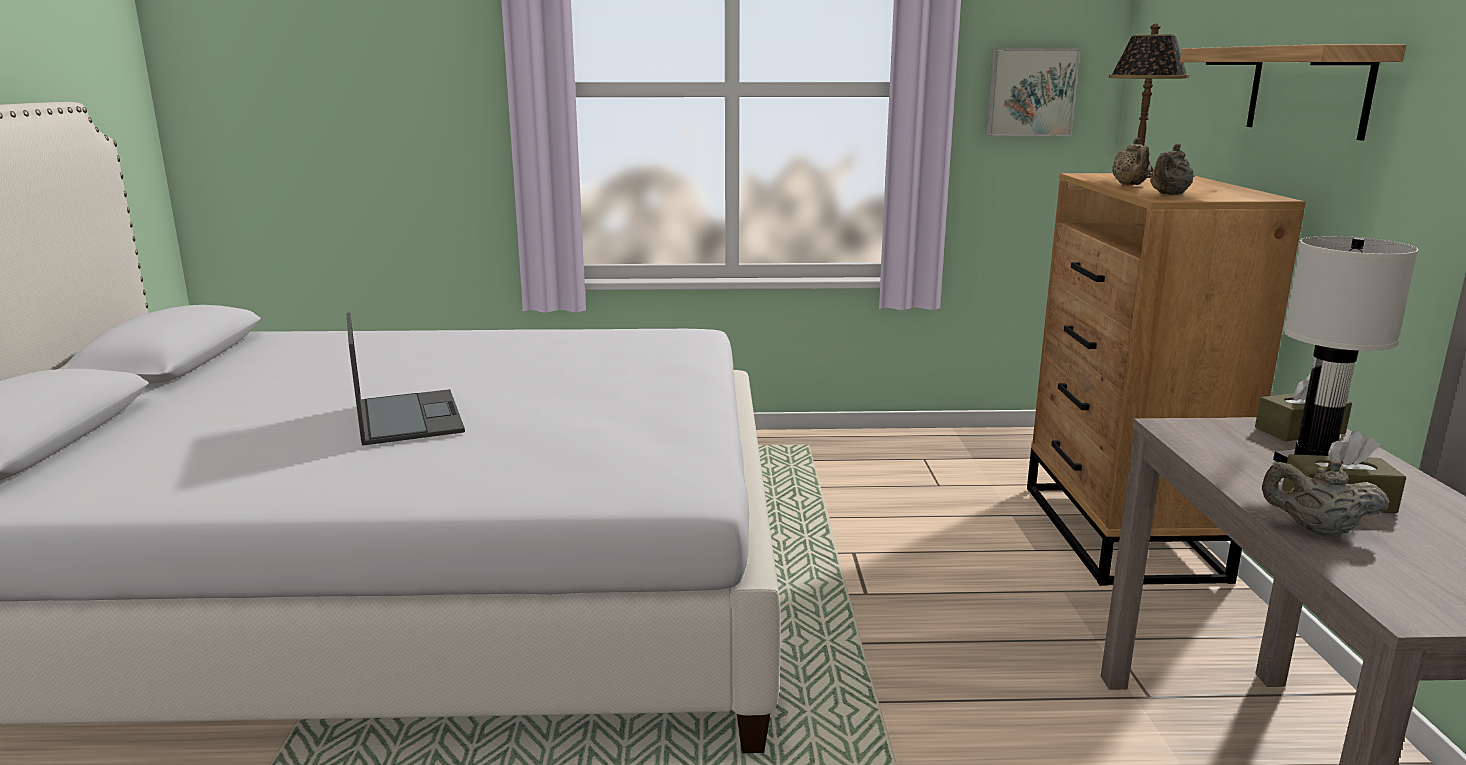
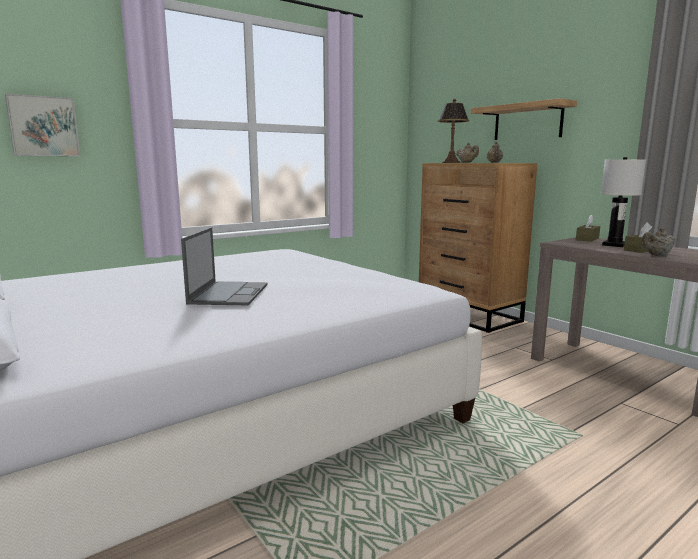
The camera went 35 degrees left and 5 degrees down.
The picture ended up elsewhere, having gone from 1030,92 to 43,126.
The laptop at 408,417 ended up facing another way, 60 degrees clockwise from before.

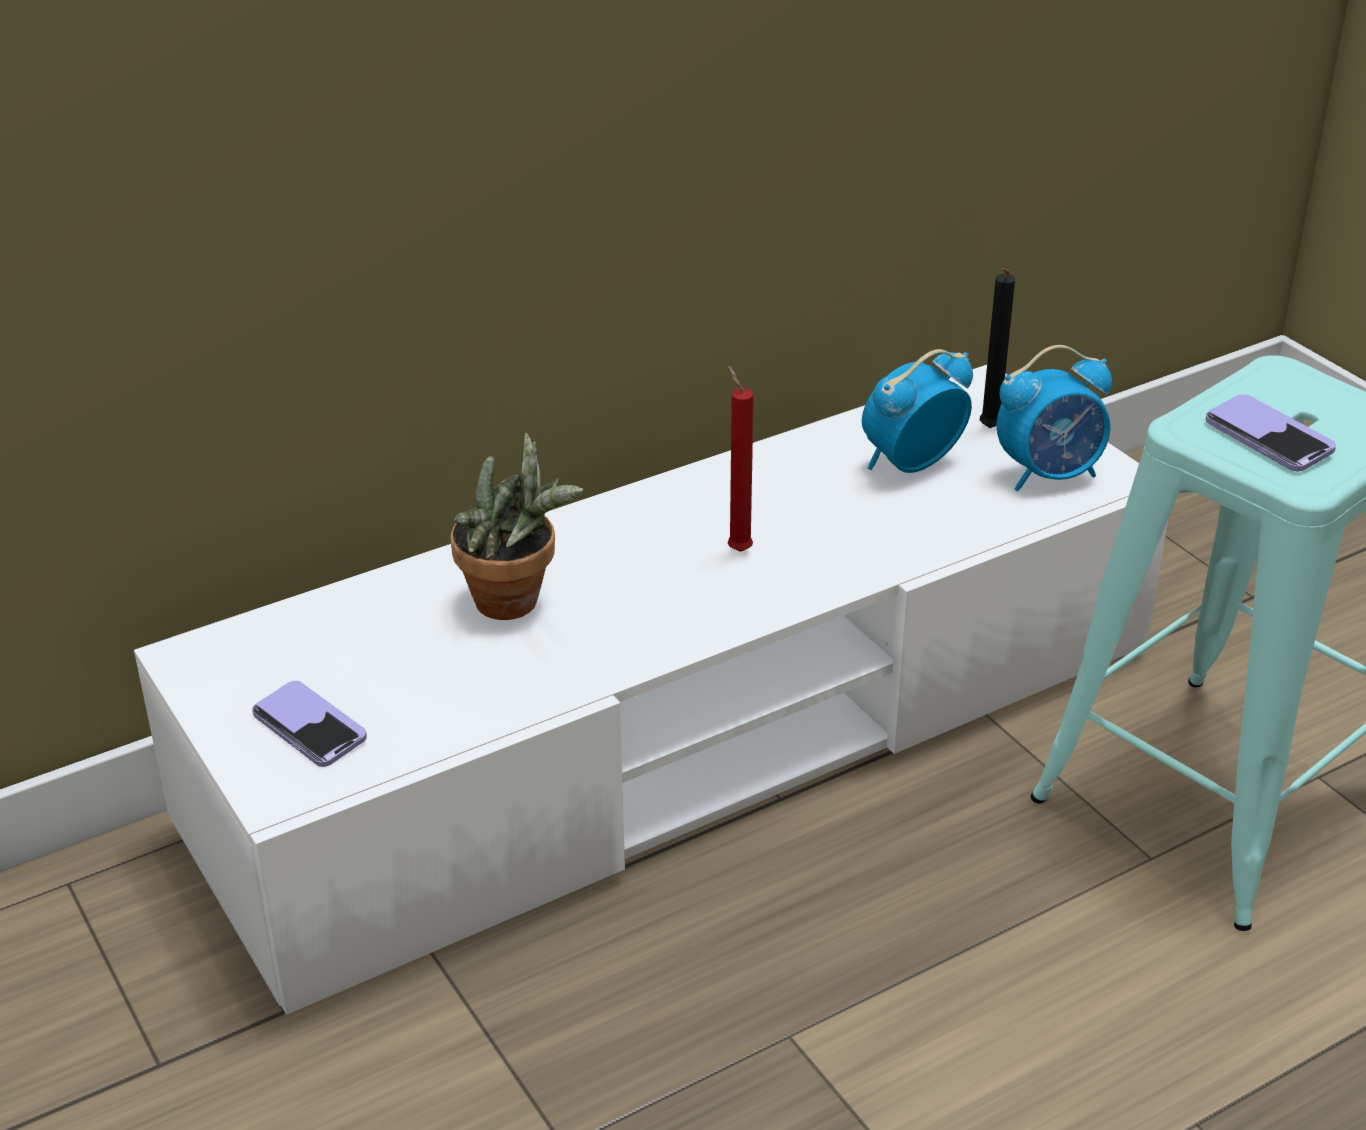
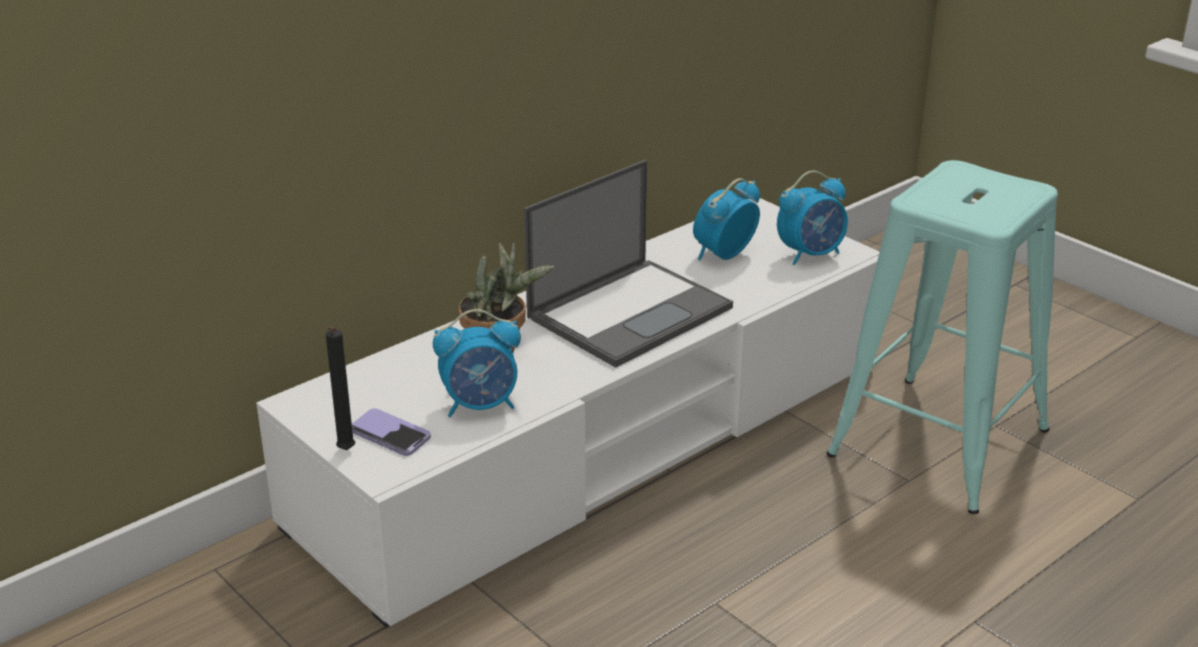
The camera went 10 degrees left and 5 degrees down.
The second view lost the phone at 1268,437.
The second view gained the alarm clock at 481,405.
The candle/black ended up elsewhere, having gone from 988,430 to 345,452.
Where the candle/red stood at 737,549, the laptop came to stand at 631,311.

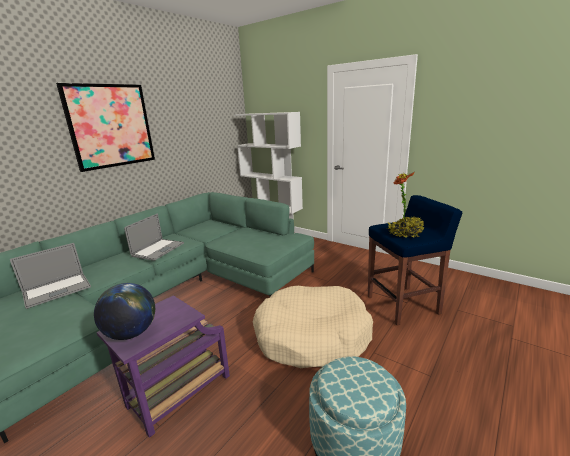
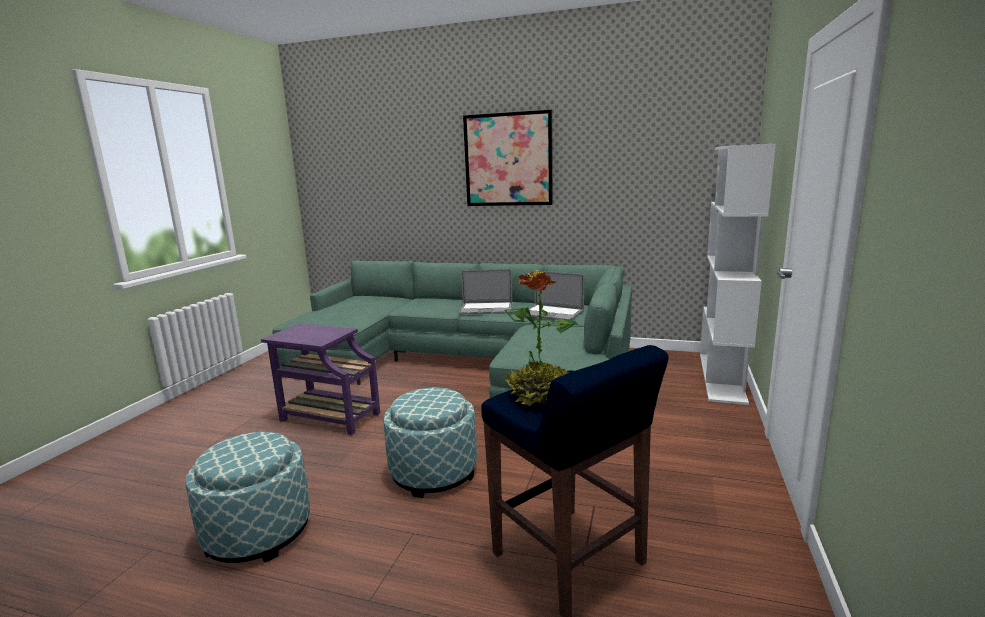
The camera went 70 degrees right and 5 degrees down.
The second view lost the globe at 131,333.
The laptop ended up elsewhere, having gone from 57,290 to 552,313.
Where the dog bed/beige stood at 312,336, the ottoman came to stand at 433,472.

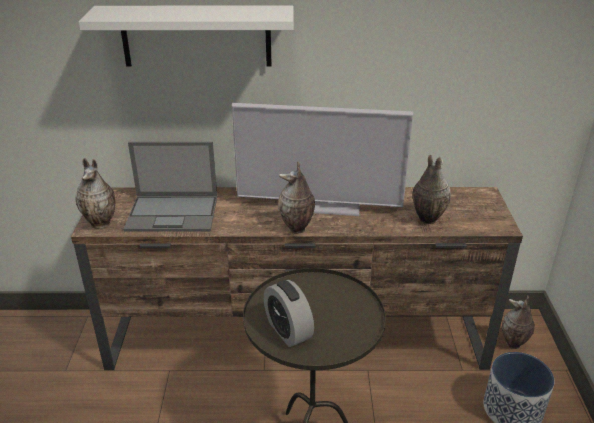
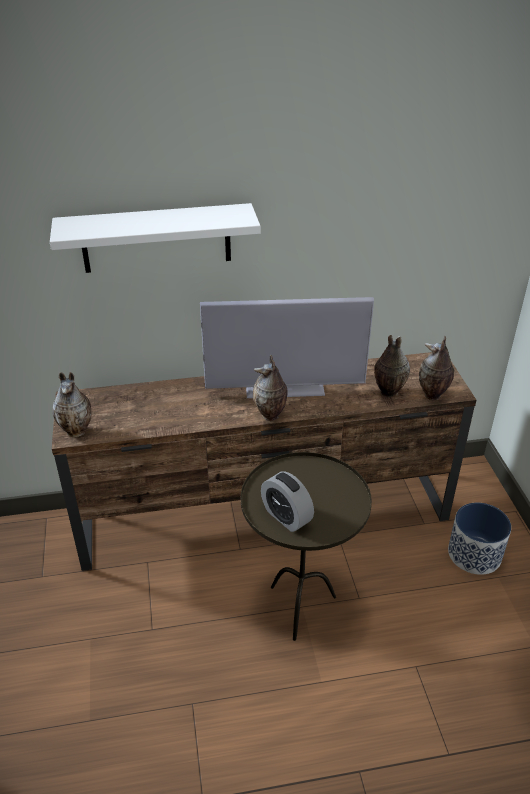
The camera went 10 degrees left and 5 degrees up.
The second view lost the laptop at 174,213.
The vase ended up elsewhere, having gone from 513,344 to 432,395.

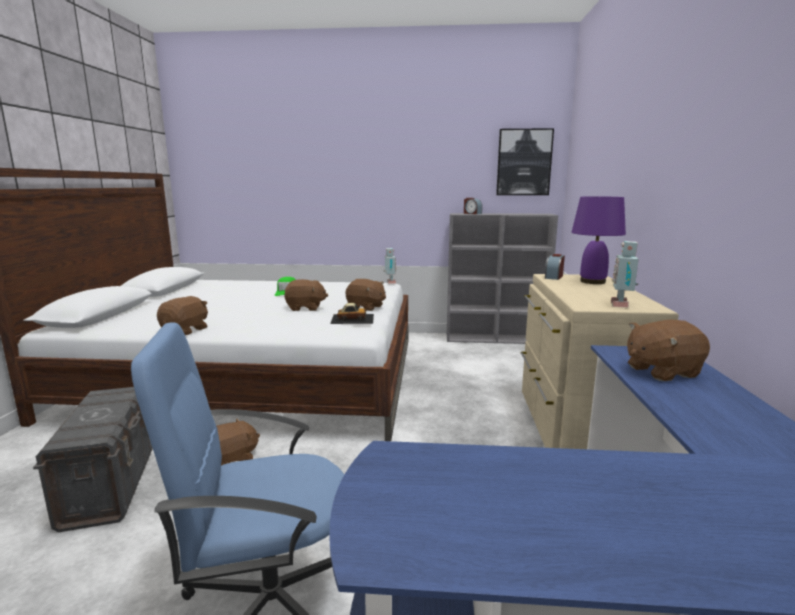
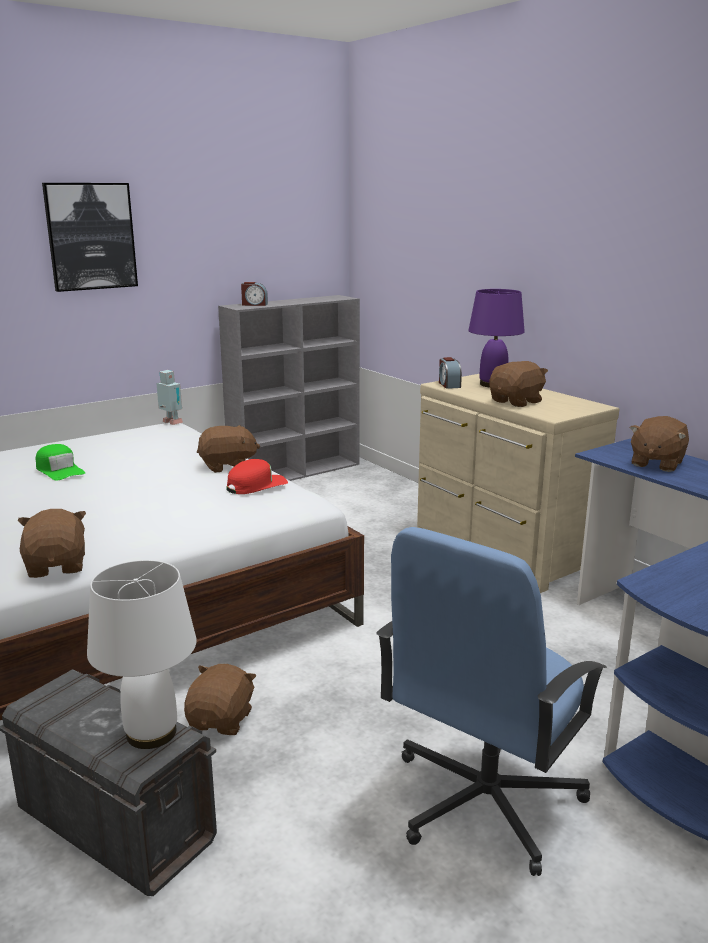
The camera went 40 degrees left and 5 degrees up.
The second view lost the toy robot at 621,305.
The second view gained the table lamp/white at 150,733.
The plush toy/brown ended up elsewhere, having gone from 305,308 to 517,402.
The picture ended up elsewhere, having gone from 524,162 to 91,236.
Where the toy car stood at 352,318, the cap/red came to stand at 256,485.

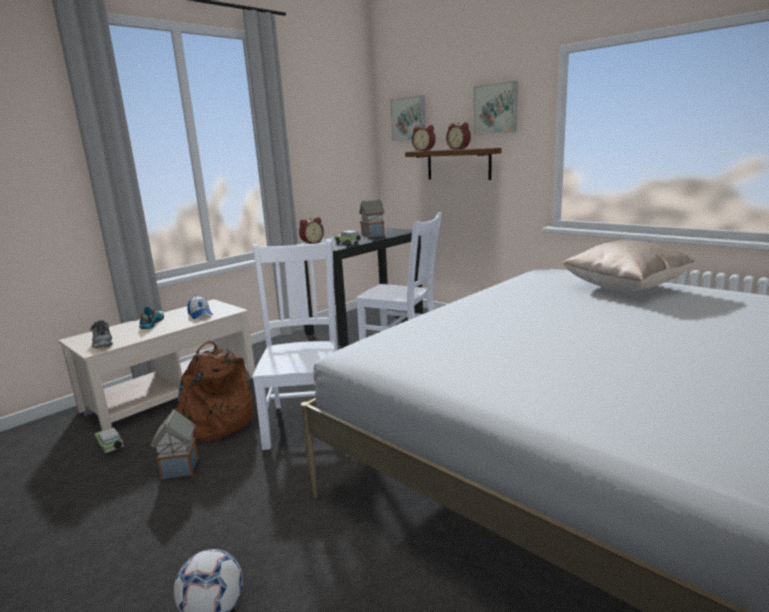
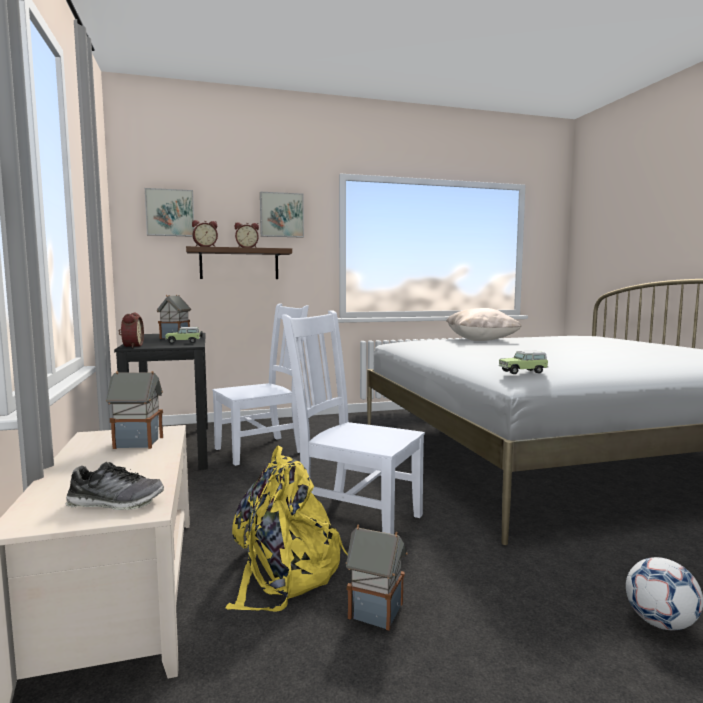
The camera went 60 degrees left and 10 degrees down.
The second view lost the shoe at 151,323.
The toy car ended up elsewhere, having gone from 110,447 to 524,372.
Where the cap stood at 200,314, the toy house came to stand at 137,443.
What was the backpack/brown at 212,424 turned into the backpack/yellow at 284,572.

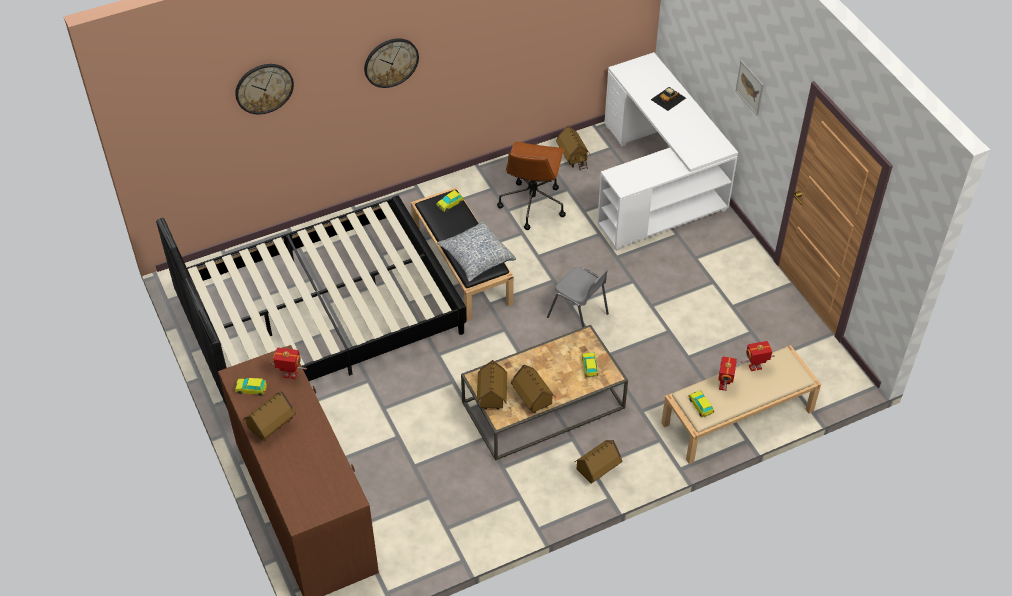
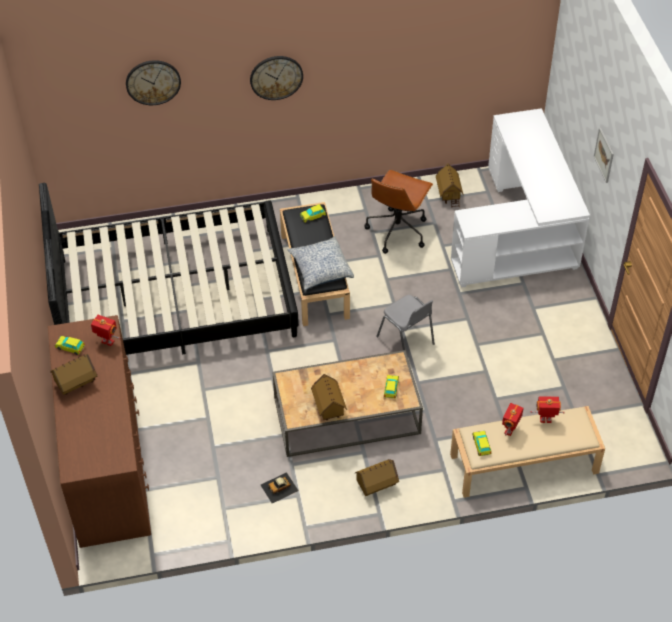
The camera went 15 degrees right and 0 degrees up.
The second view lost the toy house at 491,397.
The toy car ended up elsewhere, having gone from 668,98 to 279,487.

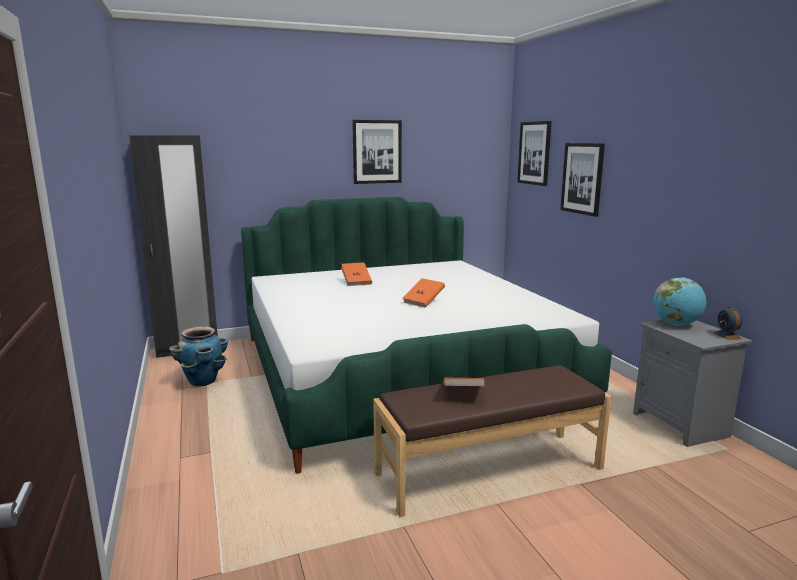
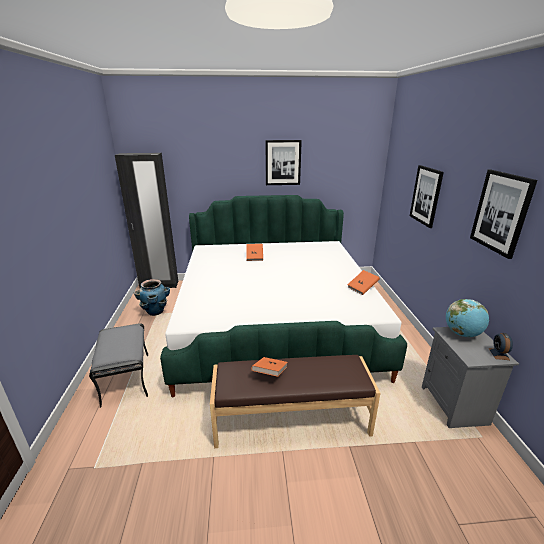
The camera went 15 degrees right and 10 degrees up.
The second view gained the ottoman/grey at 125,378.
The book/orange ended up elsewhere, having gone from 423,301 to 362,288.
The picture ended up elsewhere, having gone from 534,153 to 501,212.

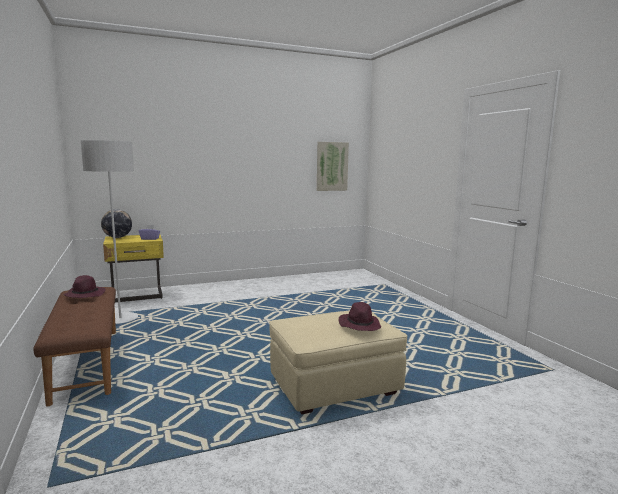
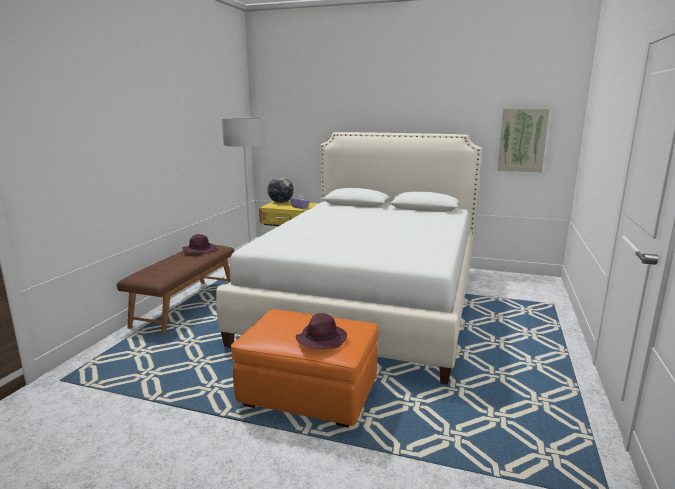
The camera went 40 degrees right and 5 degrees up.
The second view gained the bed/white at 369,301.
What was the ottoman/beige at 334,386 turned into the ottoman/orange at 309,394.

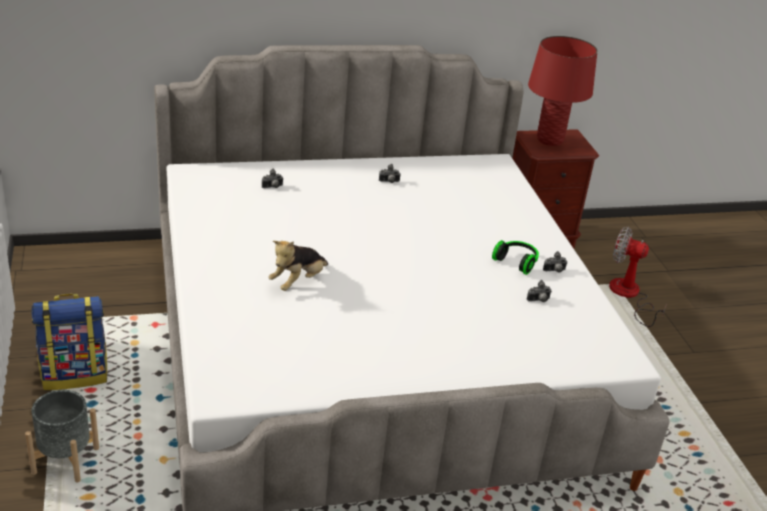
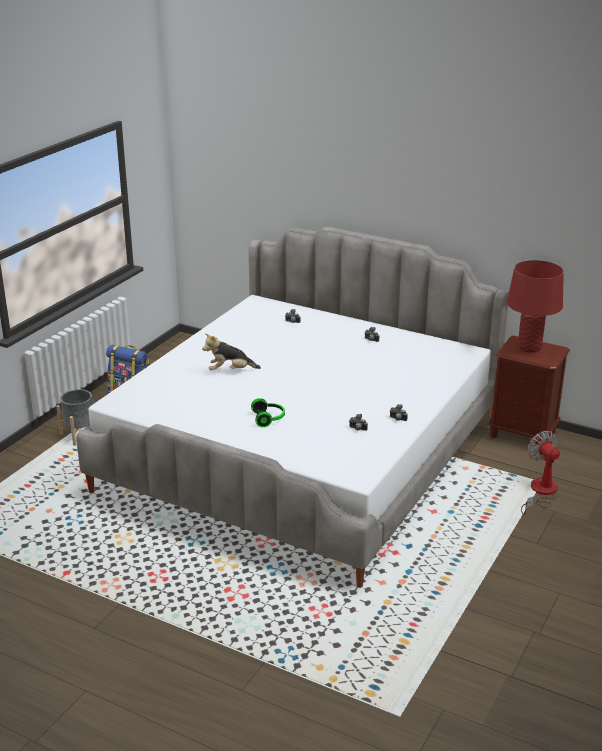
The camera went 45 degrees right and 5 degrees down.
The headphones ended up elsewhere, having gone from 517,262 to 269,419.

